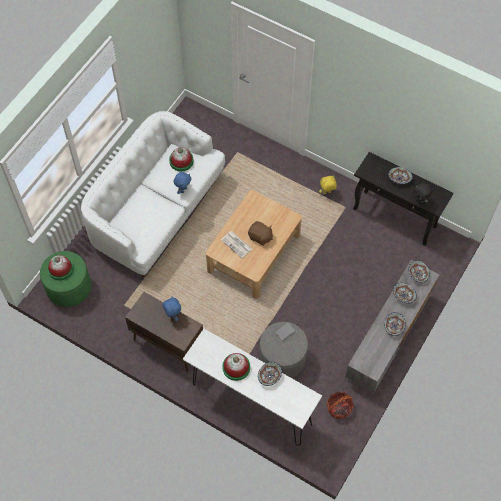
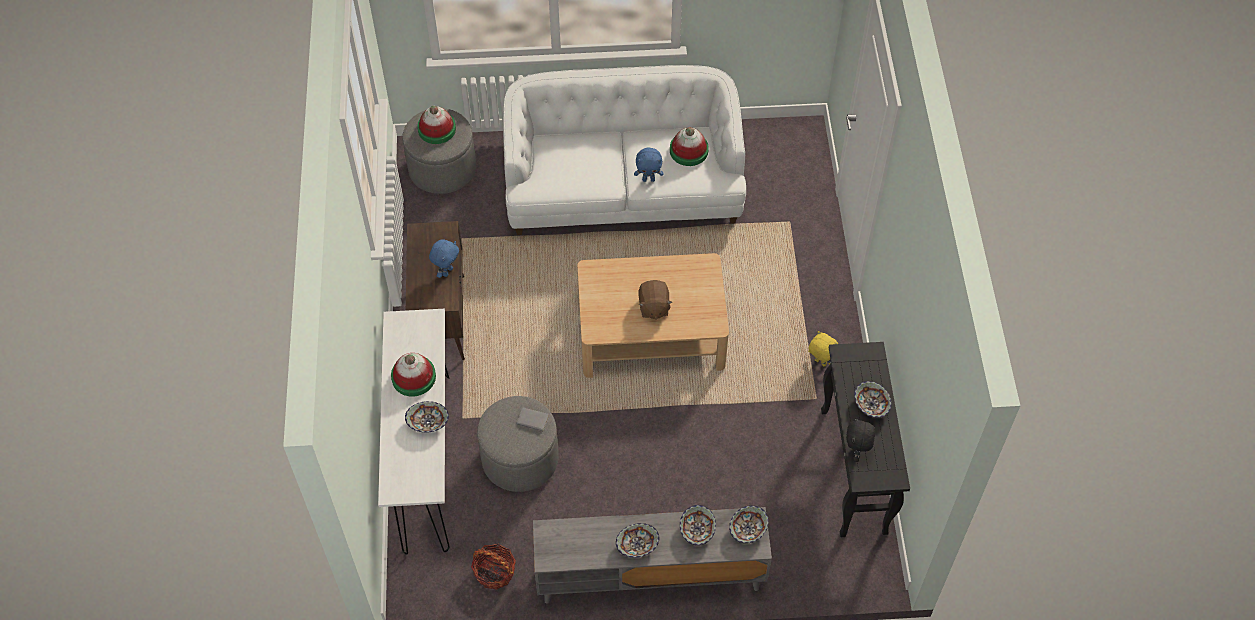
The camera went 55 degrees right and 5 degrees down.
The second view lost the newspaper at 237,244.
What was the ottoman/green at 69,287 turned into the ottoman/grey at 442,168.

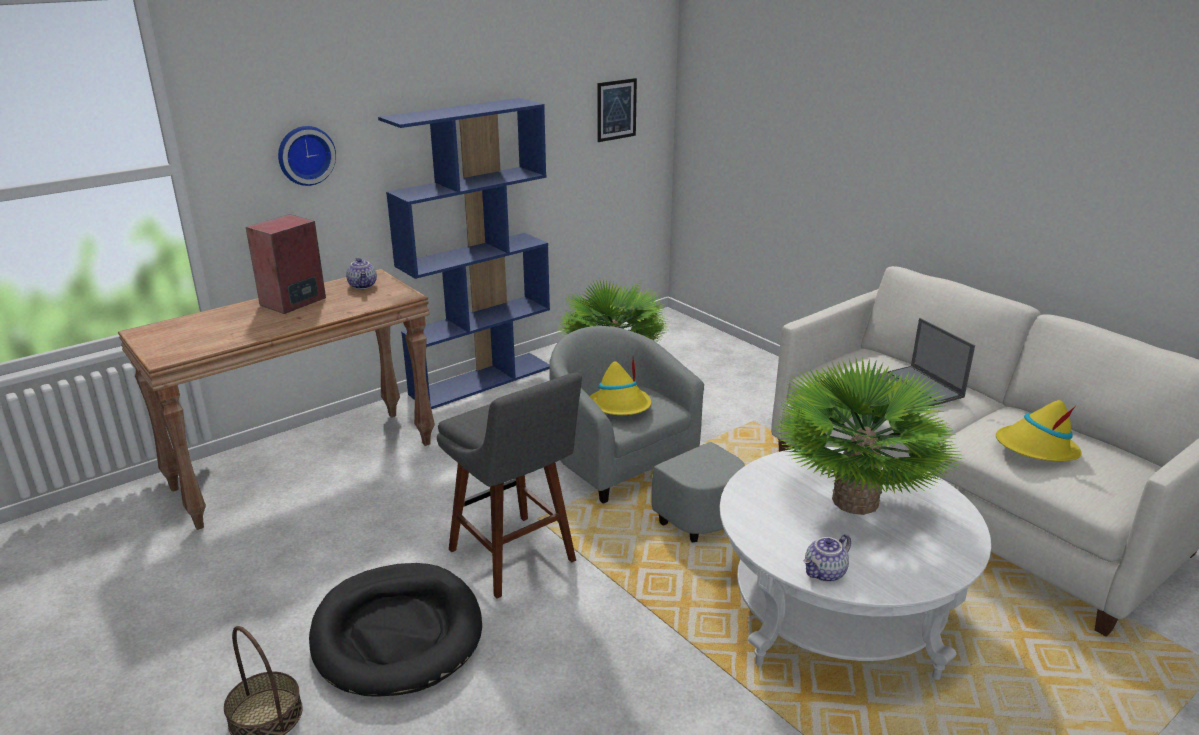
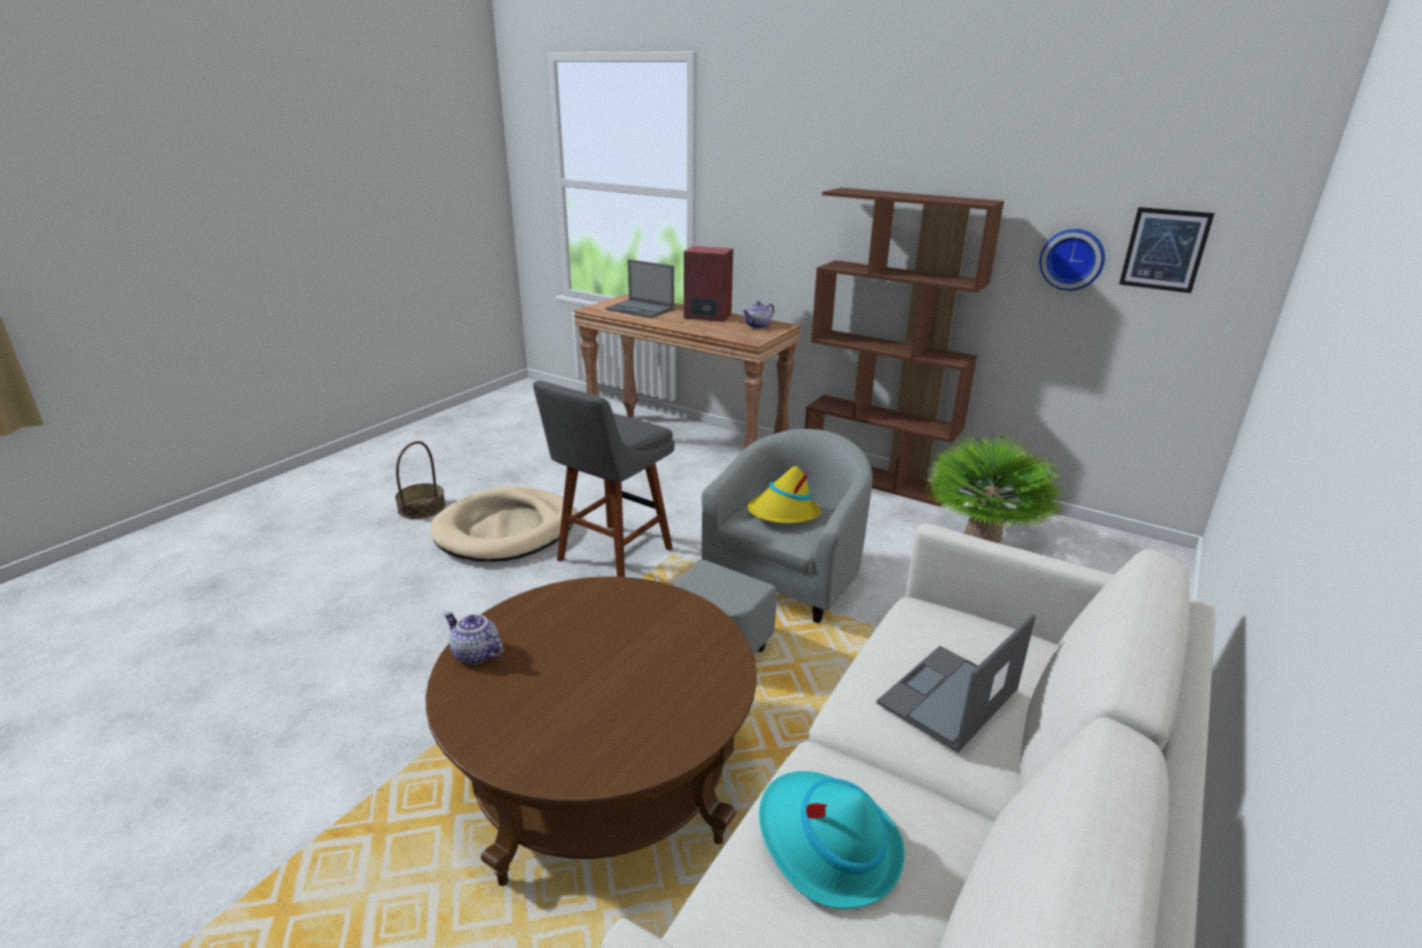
The camera went 70 degrees right and 0 degrees up.
The second view lost the potted plant at 855,501.
The second view gained the laptop at 641,309.
The wall clock ended up elsewhere, having gone from 305,155 to 1072,259.
What was the dog bed/black at 397,633 turned into the dog bed/beige at 506,530.
What was the bookcase/blue at 482,380 turned into the bookcase/brown at 876,479.
What was the coffee table/white at 837,611 turned into the coffee table/brown at 602,778.
What was the hat/yellow at 1035,449 turned into the hat/turquoise at 827,844.

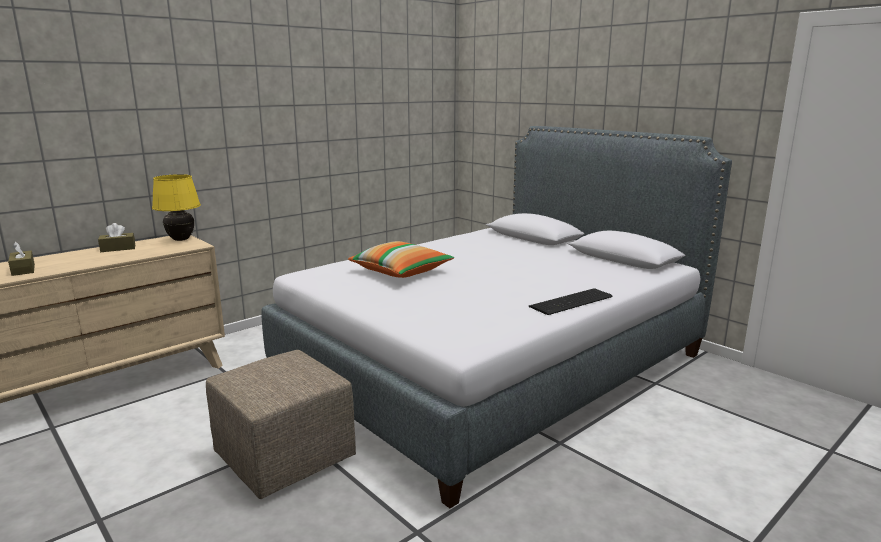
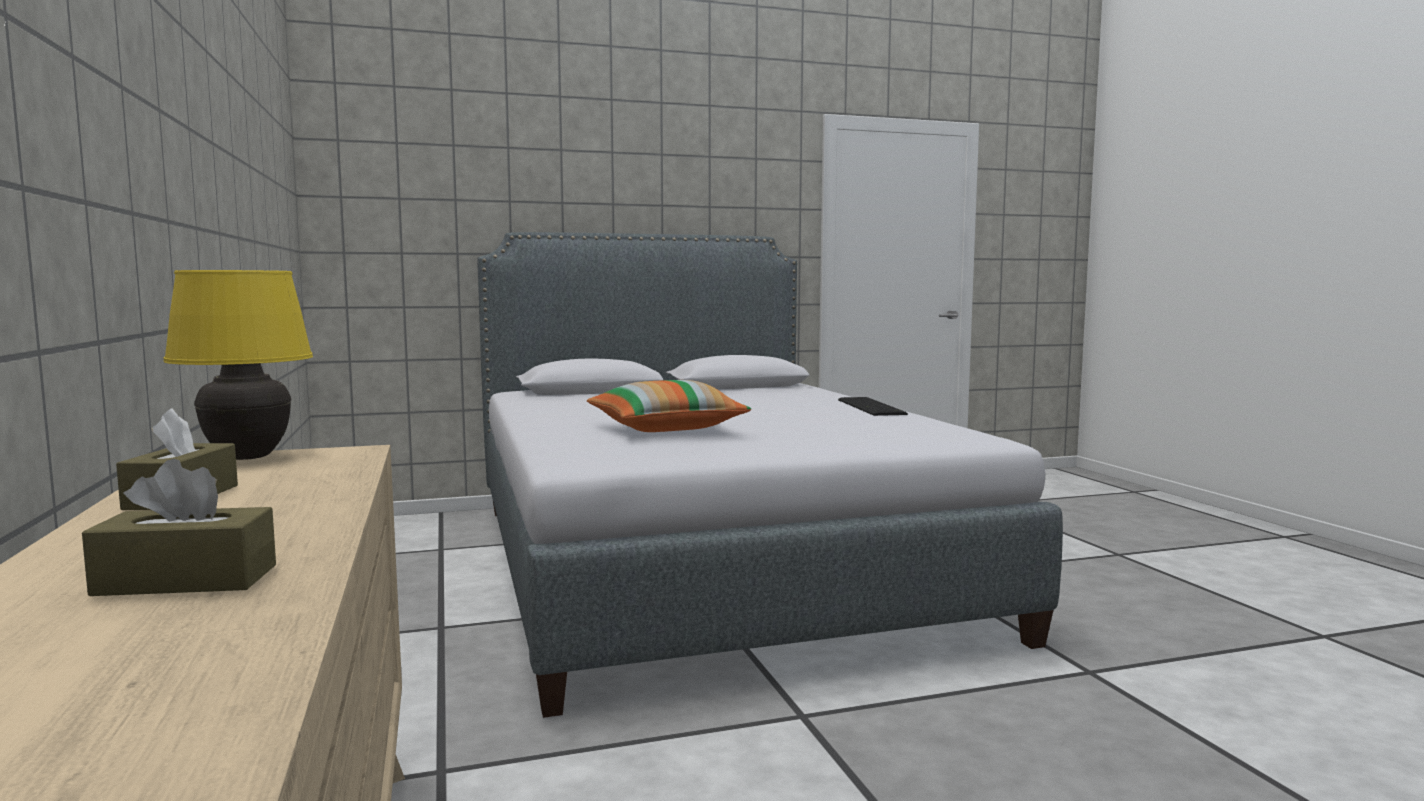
The camera went 65 degrees left and 10 degrees down.
The second view lost the ottoman/beige at 286,458.

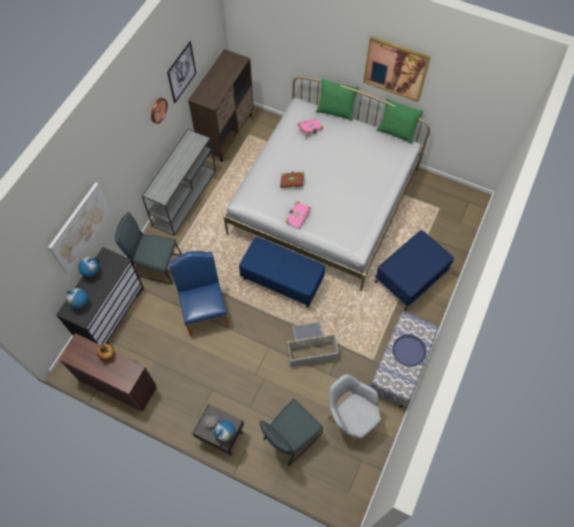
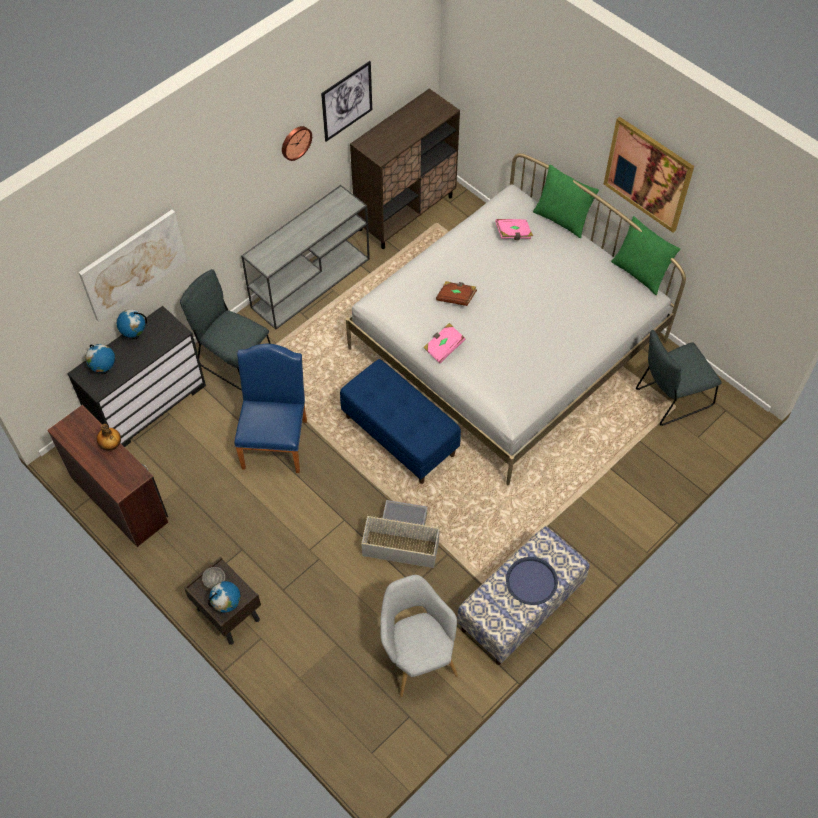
The camera went 20 degrees right and 5 degrees down.
The second view lost the ottoman/blue at 410,278.
The chair/grey ended up elsewhere, having gone from 290,438 to 670,398.

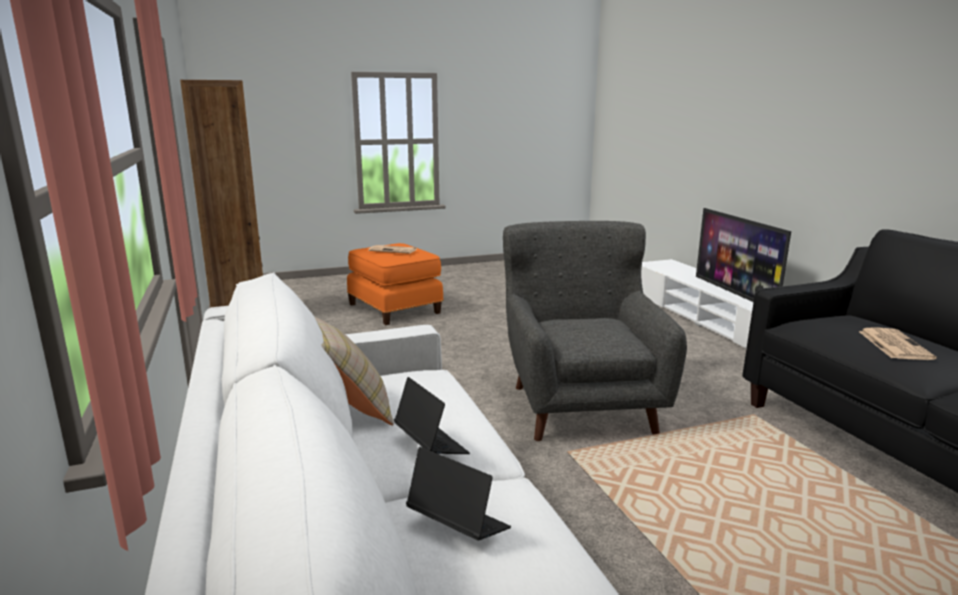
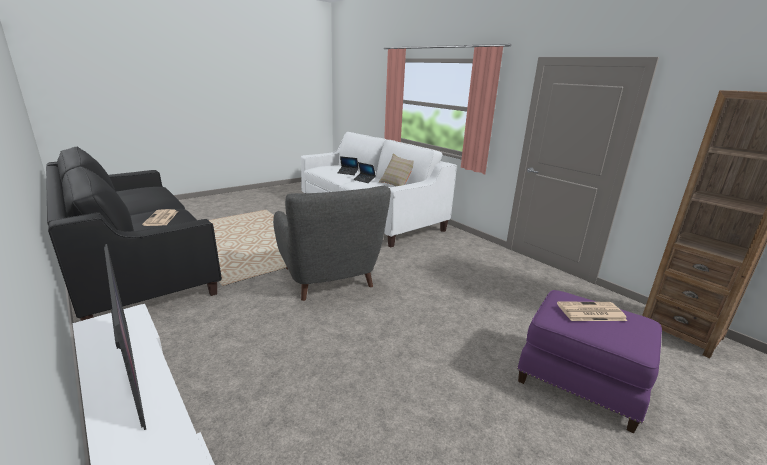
The camera went 160 degrees right and 5 degrees up.
What was the ottoman/orange at 395,308 turned into the ottoman/purple at 579,382.

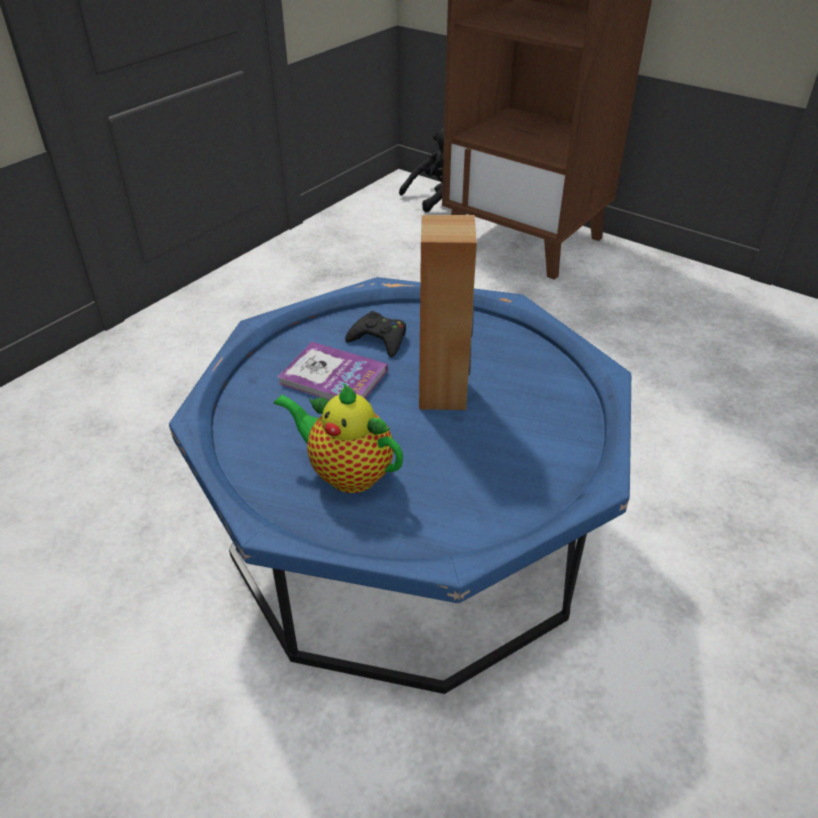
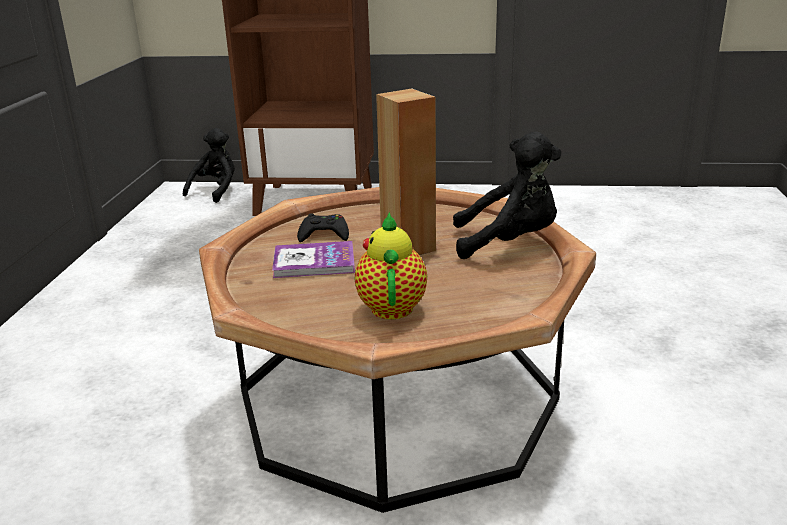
The camera went 30 degrees left and 15 degrees down.
The second view gained the plush toy/black at 509,243.
What was the coffee table/blue at 408,532 turned into the coffee table/brown at 397,395.
The teapot at 346,473 ended up facing another way, 90 degrees clockwise from before.

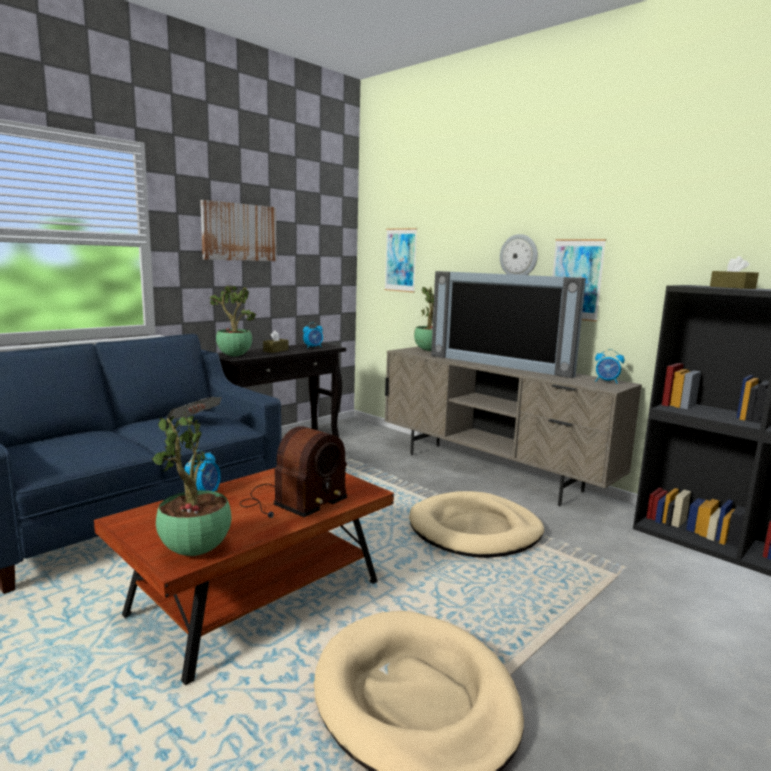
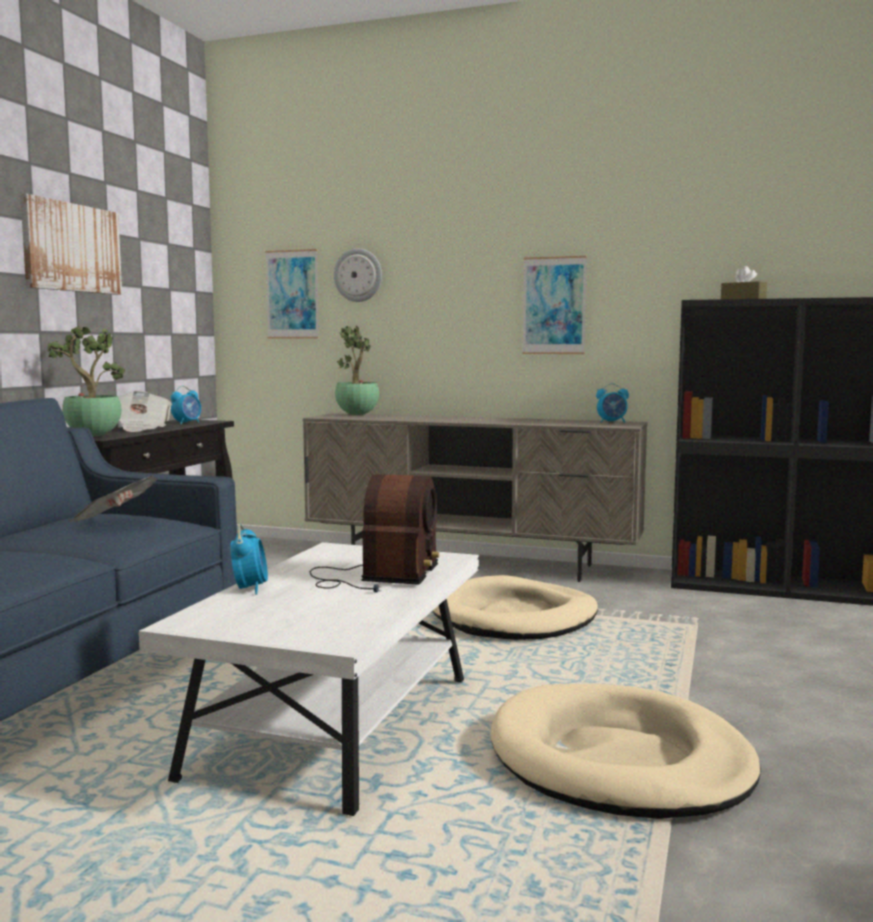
The camera went 25 degrees left and 5 degrees down.
The second view lost the potted plant at 195,552.
The second view lost the television at 500,364.
The wall clock ended up elsewhere, having gone from 519,256 to 358,275.
Where the tissue box/brown stood at 276,350, the newspaper came to stand at 140,428.
What was the coffee table/brown at 257,601 turned into the coffee table/white at 336,728.

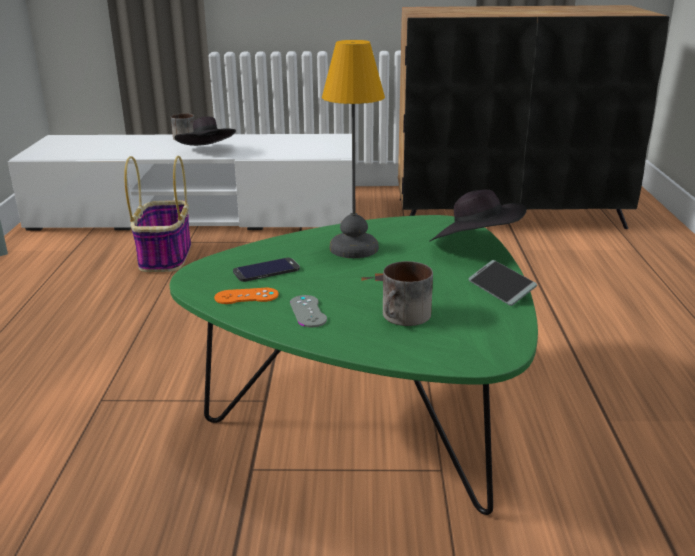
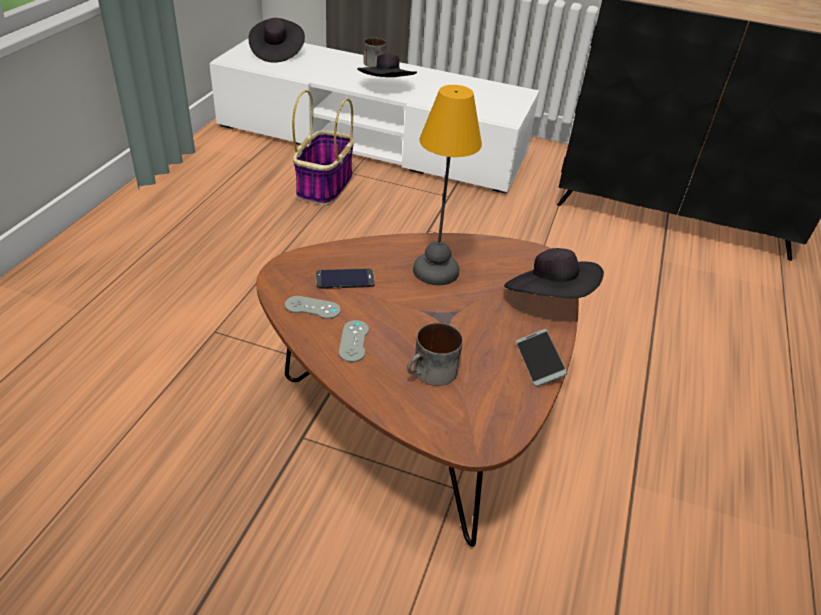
The camera went 15 degrees right and 15 degrees up.
The second view gained the hat/black at 277,53.
What was the coffee table/green at 371,423 turned into the coffee table/brown at 420,421.
What was the game controller/orange at 246,296 turned into the game controller/grey at 312,307.

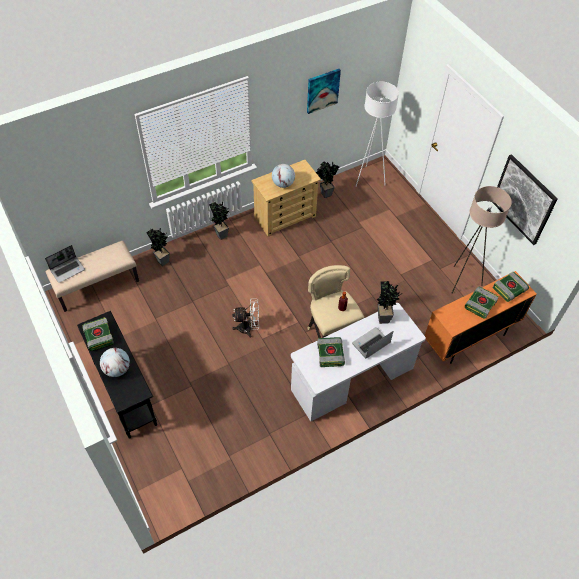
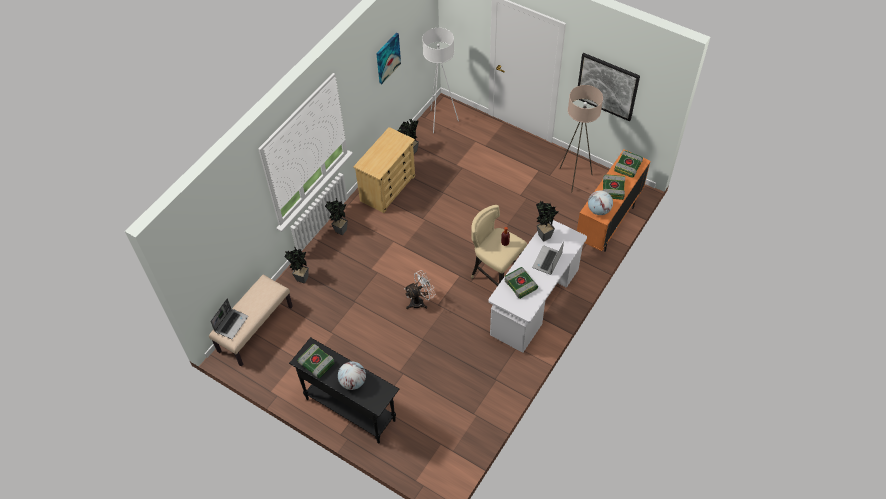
The camera went 25 degrees left and 0 degrees up.
The globe ended up elsewhere, having gone from 283,184 to 599,210.

